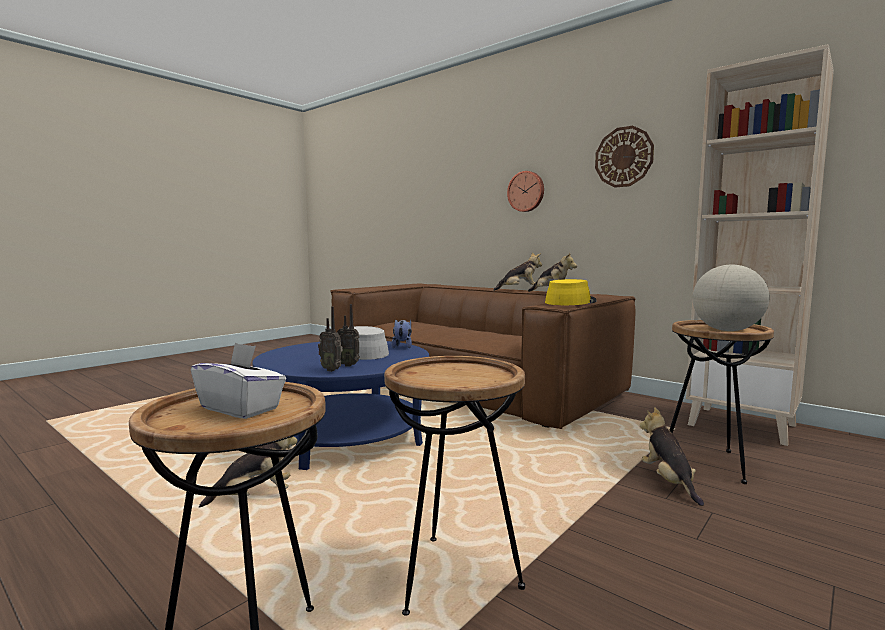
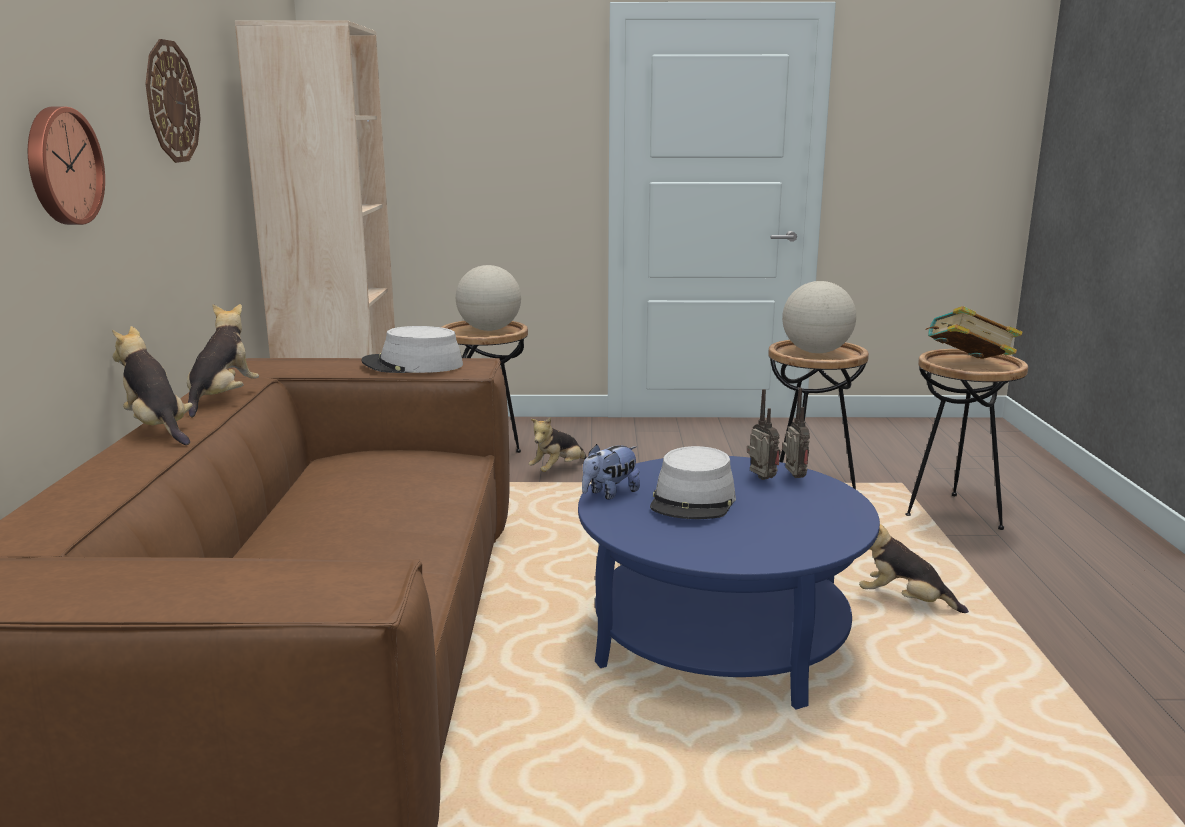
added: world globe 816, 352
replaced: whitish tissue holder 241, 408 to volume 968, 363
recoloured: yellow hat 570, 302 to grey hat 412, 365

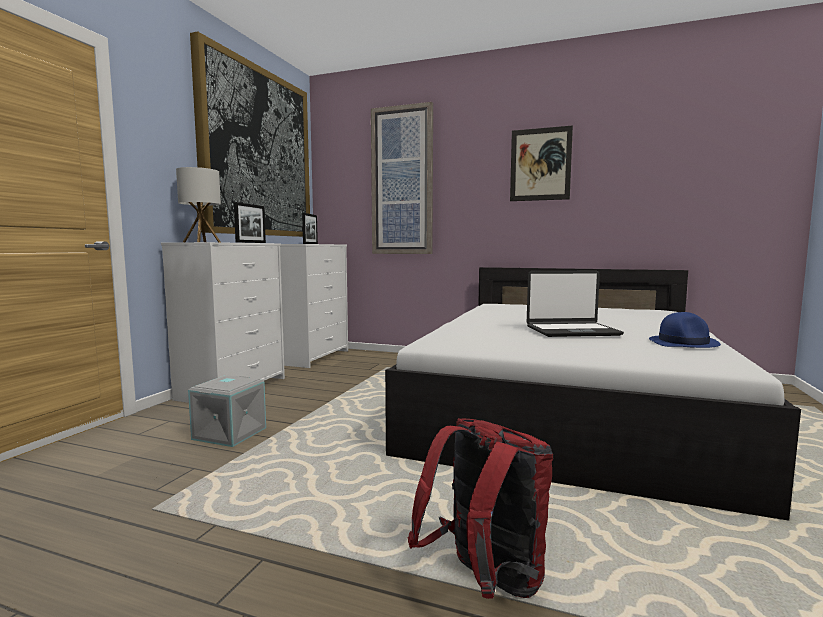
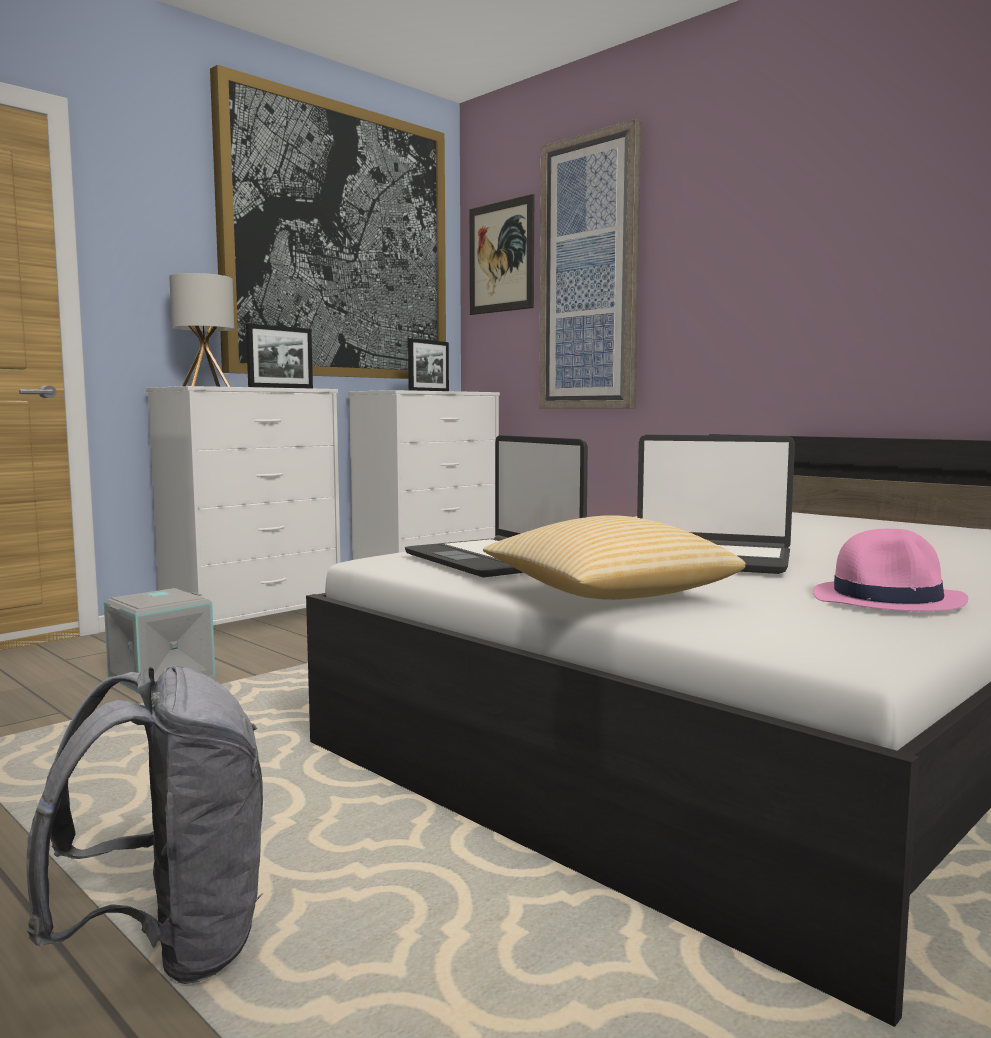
added: portable computer 494, 560; throw pillow 607, 596
moved: wall picture 540, 164 to 501, 257
recoloured: reddish rucksack 485, 582 to grey rucksack 170, 946; blue hat 683, 343 to pinkish hat 888, 599

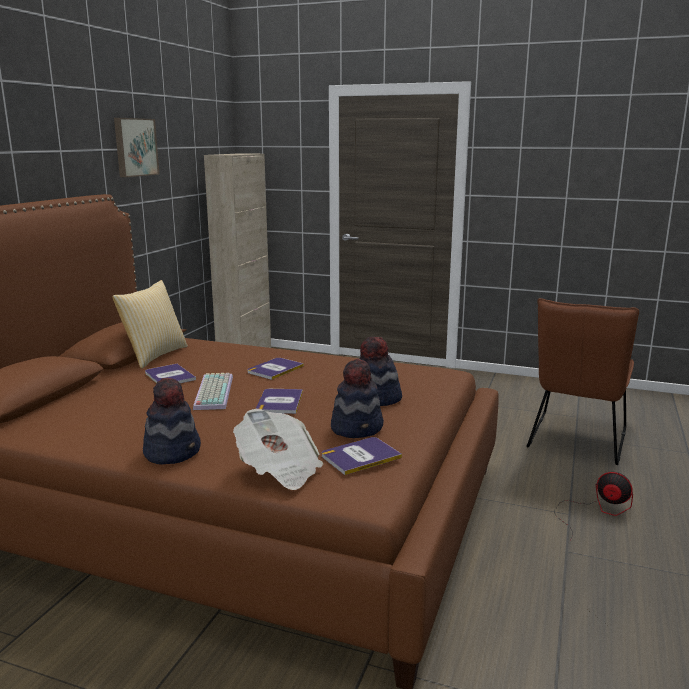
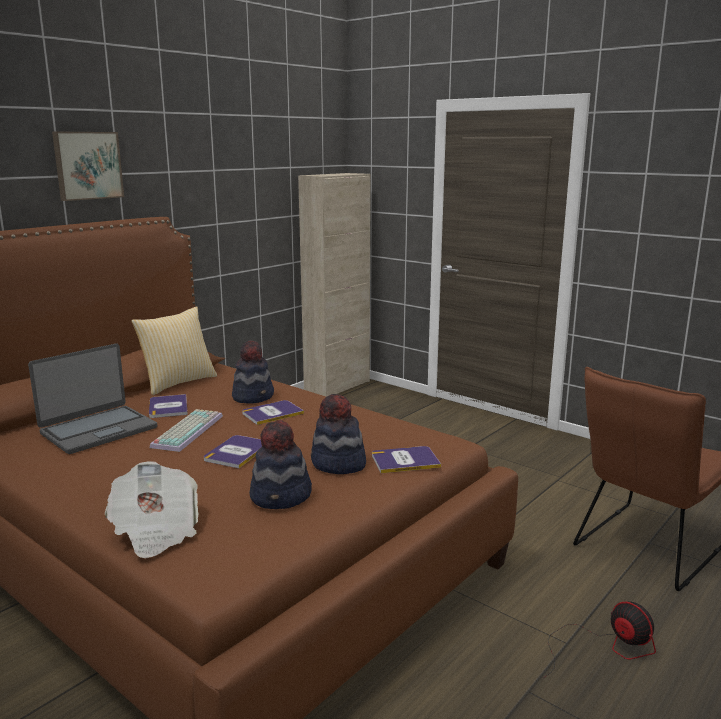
added: portable computer 98, 430
moved: wall picture 134, 147 to 87, 165; hat 173, 451 to 253, 396; volume 360, 456 to 405, 460

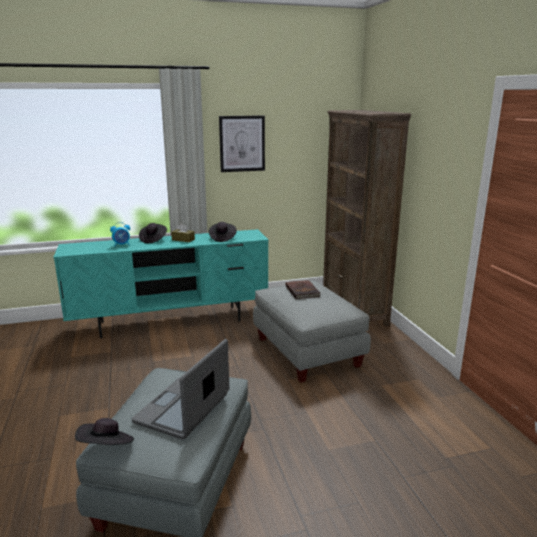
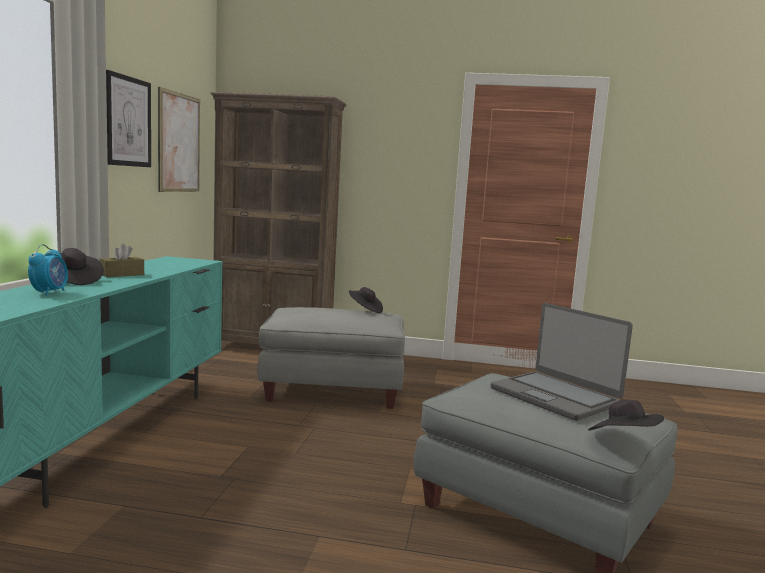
removed: brown-coloured volume 302, 291
added: wall picture 179, 143
moved: blackish hat 222, 238 to 365, 310

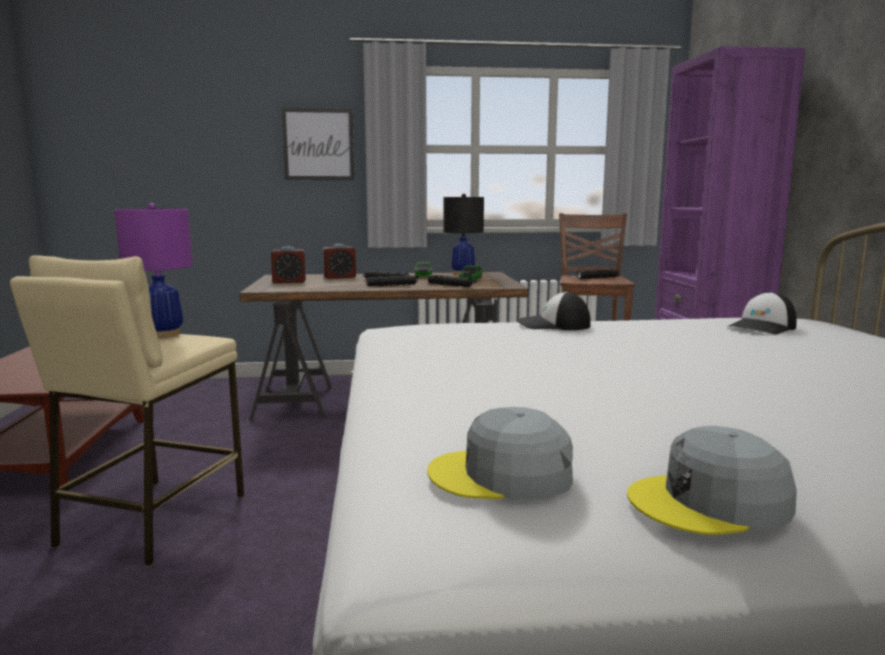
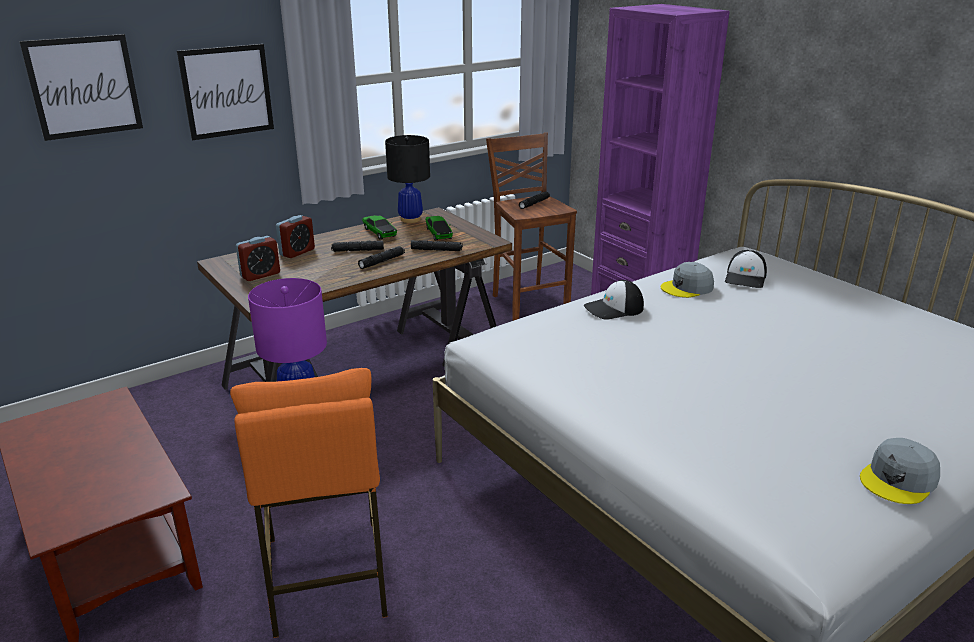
added: wall picture 84, 86
moved: grey cap 502, 475 to 687, 288
recoloured: beige-coloured stool 152, 519 to orange-coloured stool 326, 576

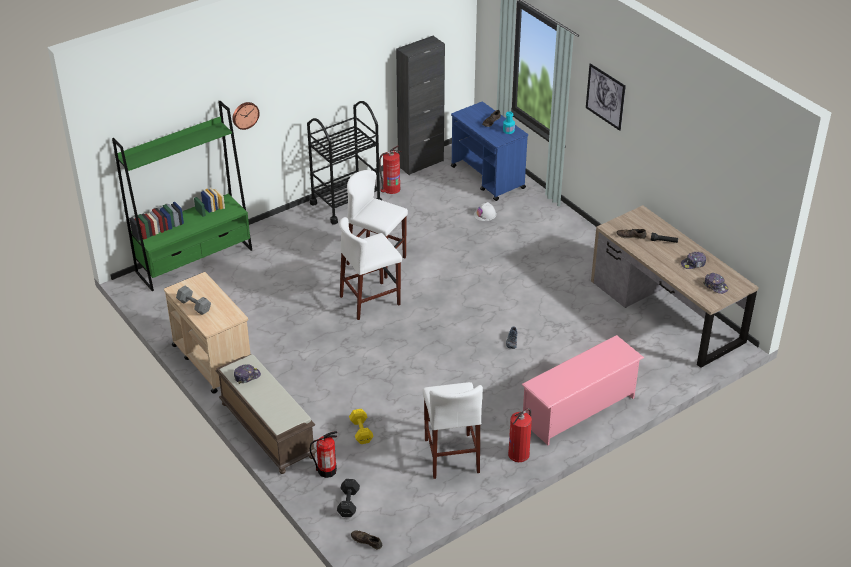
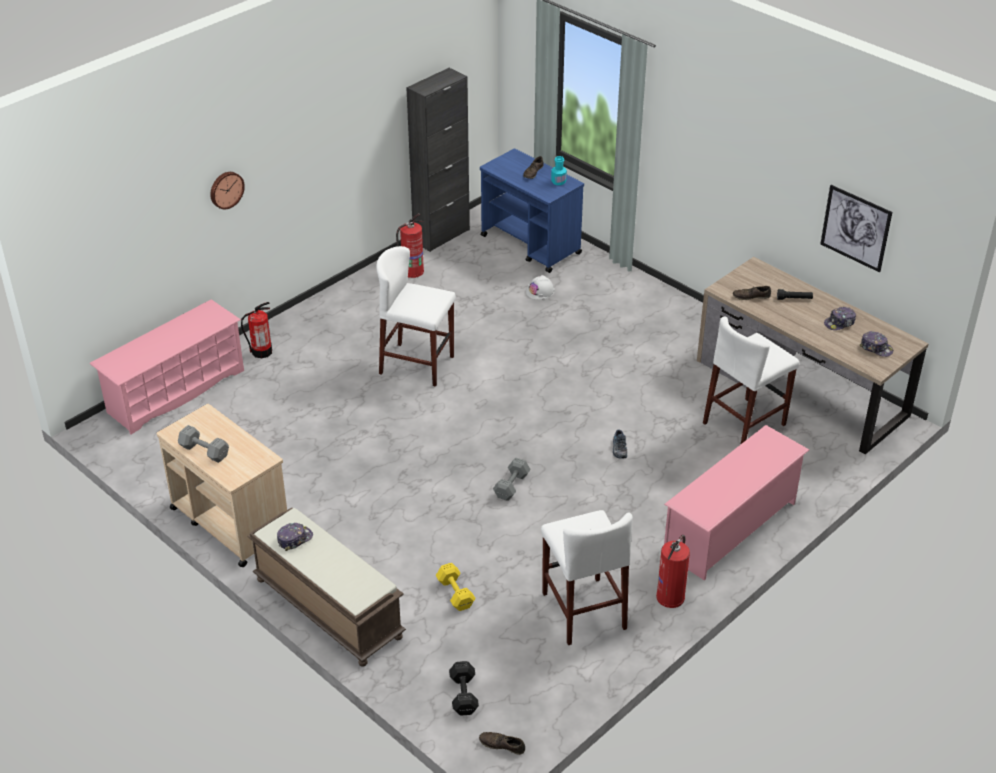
removed: blackish cart 346, 203
added: grey dumbbell 511, 486
moved: extinguisher 327, 470 to 261, 352; whitish stool 370, 300 to 744, 424; wall picture 605, 96 to 855, 228
replaced: green bookshelf 195, 261 to pinkish shoe rack 175, 391

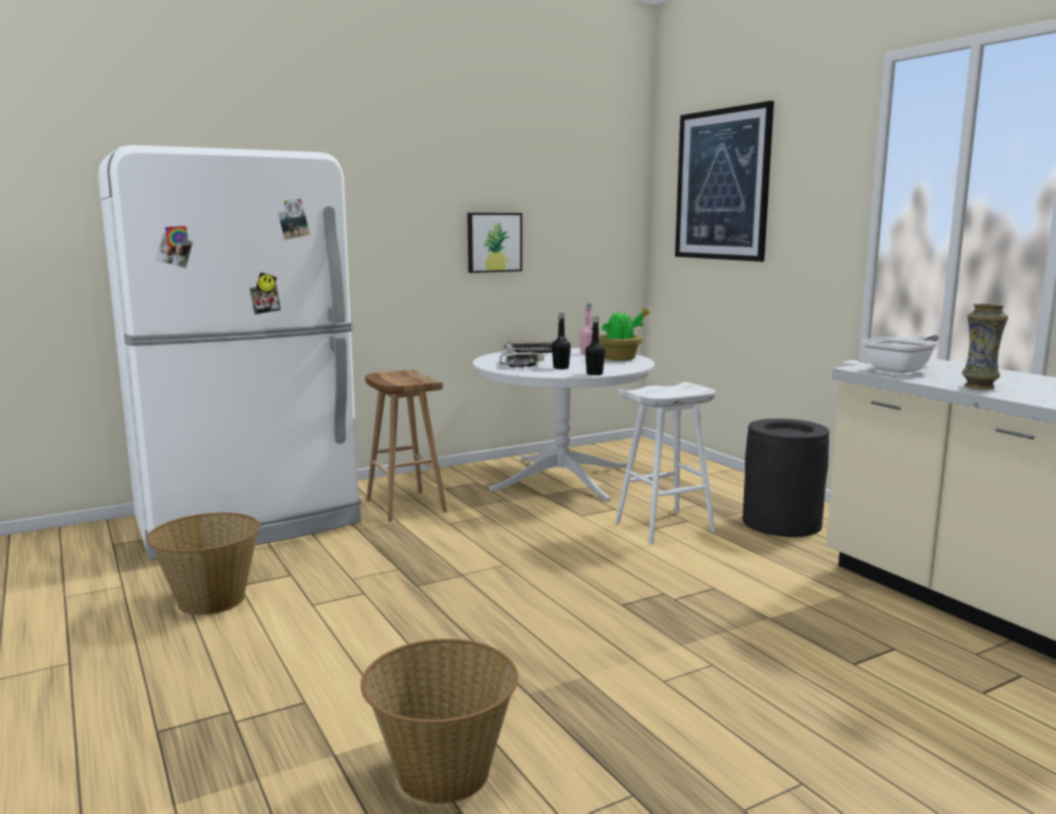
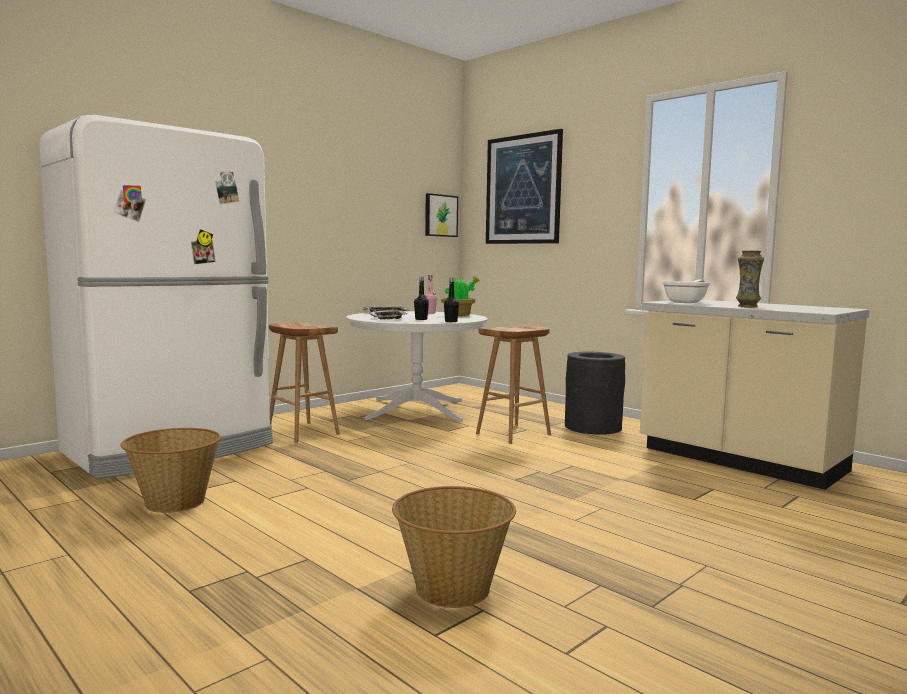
moved: wall picture 494, 242 to 440, 215
recoloured: whitish stool 664, 527 to brown-coloured stool 513, 434

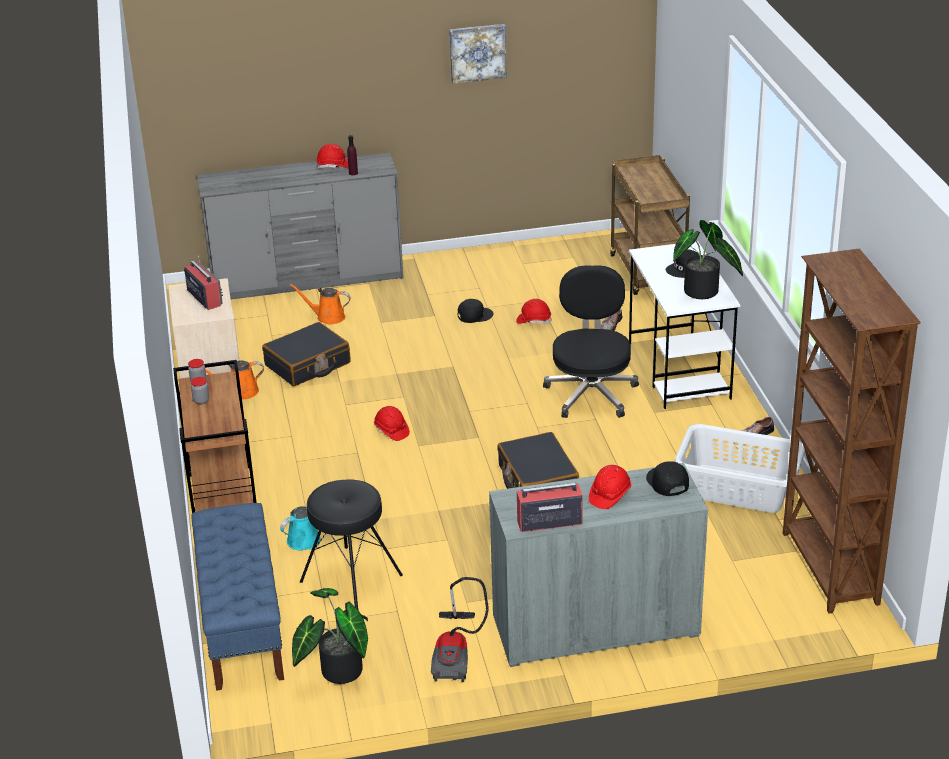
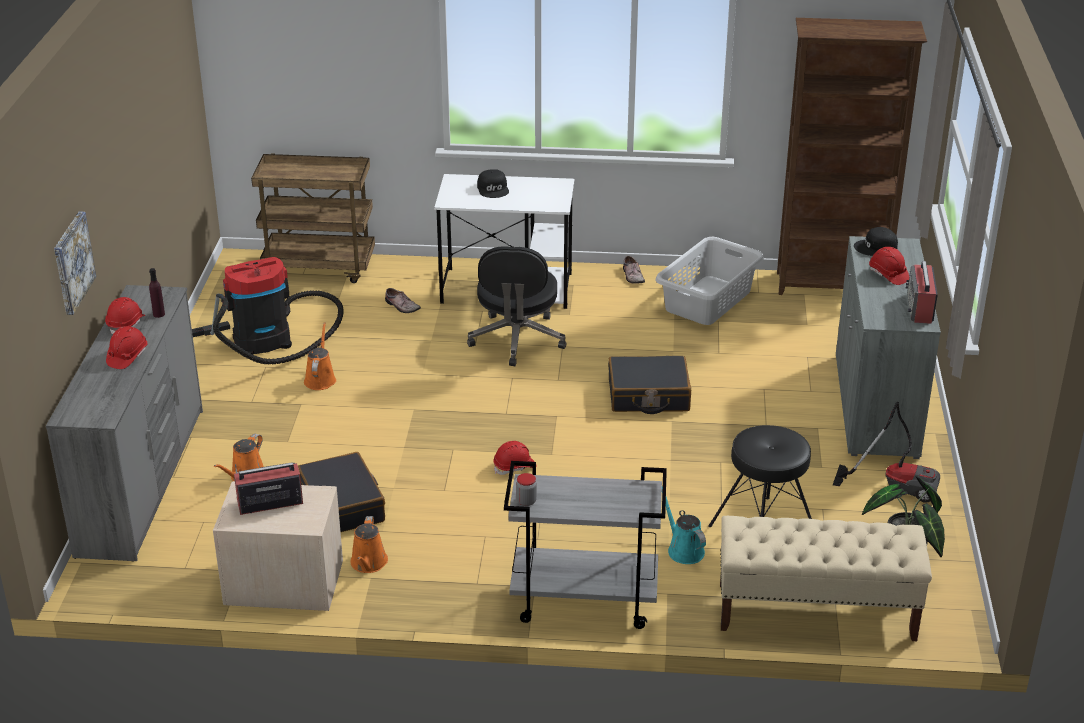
removed: preserve jar 201, 400; potted plant 703, 293
added: vacuum 268, 340
moved: wall picture 477, 52 to 72, 262; reddish work helmet 533, 320 to 127, 356
replaced: blackish cap 474, 315 to orange-coloured watering can 320, 379
recoloured: brown-coloured cart 222, 498 to grey cart 582, 601; blue bench 242, 624 to beige-coloured bench 815, 612
turned: blackish office chair 591, 393 = 517, 340 105 degrees counterclockwise

